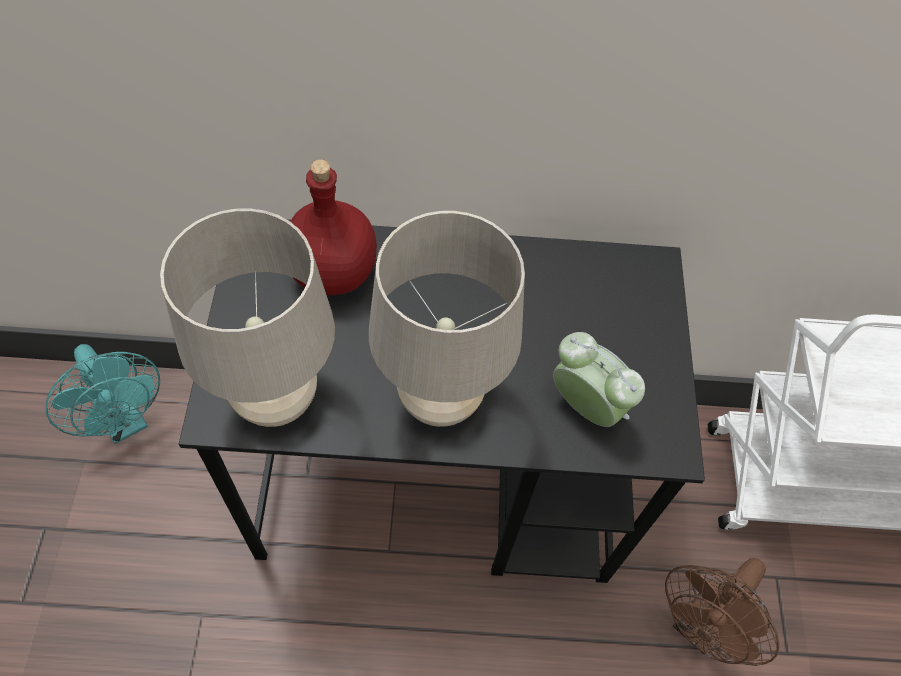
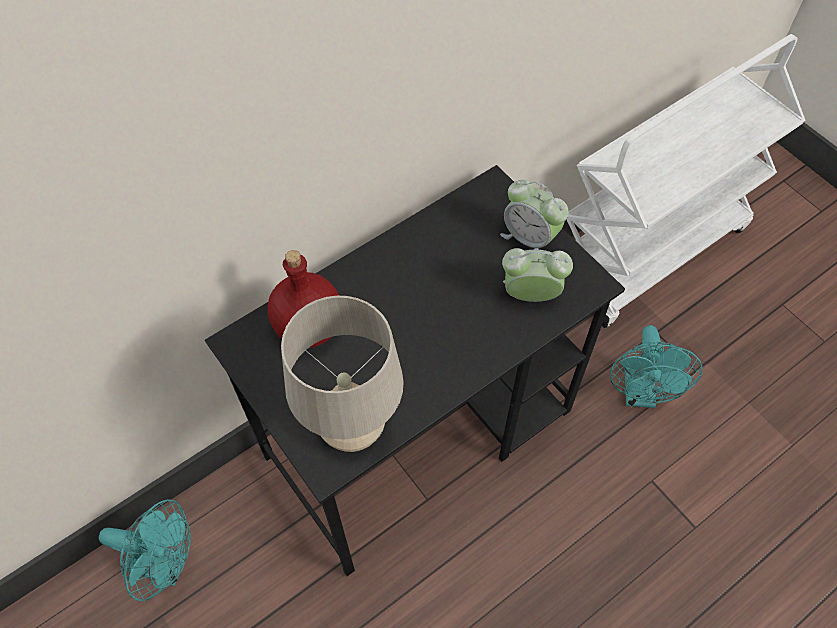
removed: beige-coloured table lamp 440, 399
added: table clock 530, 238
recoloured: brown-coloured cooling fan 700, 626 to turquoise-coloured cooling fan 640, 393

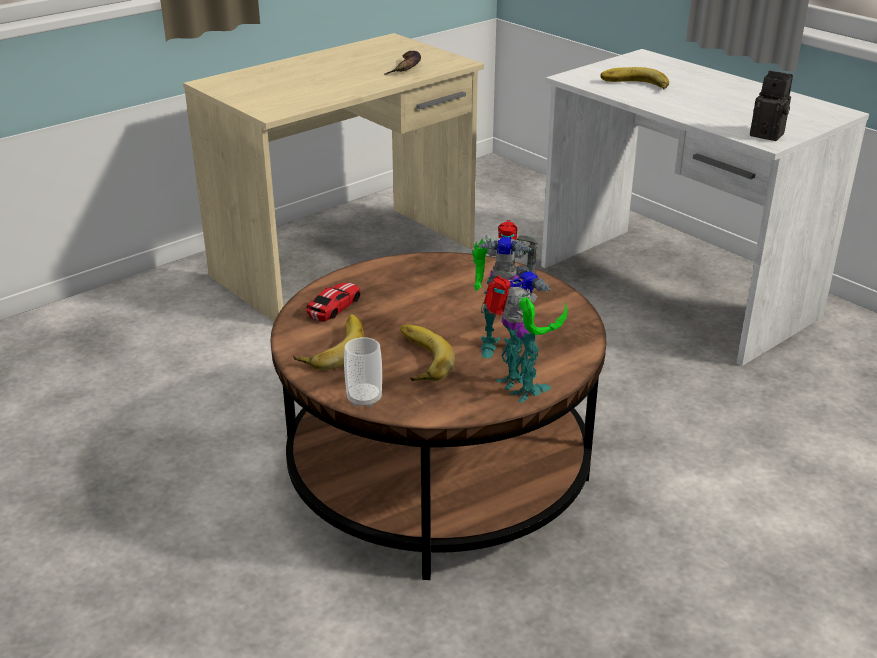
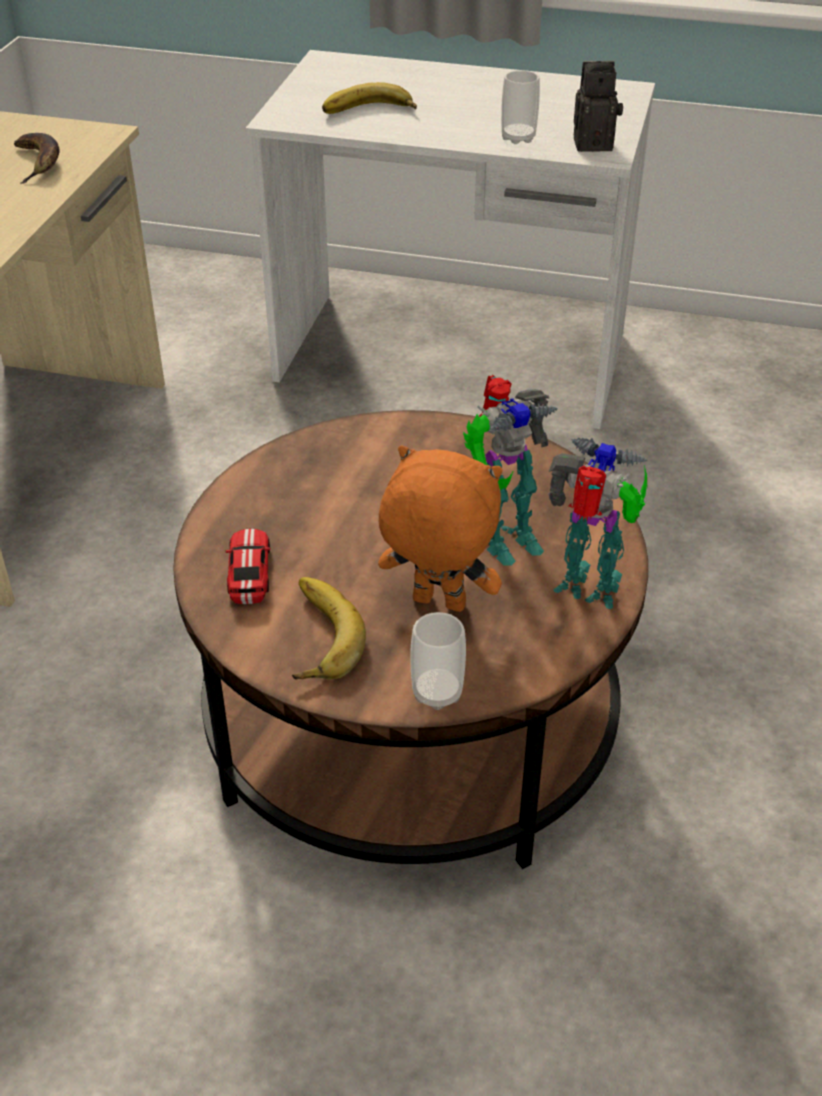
added: cup 518, 138
replaced: whole banana 417, 359 to orange-coloured plush toy 437, 604

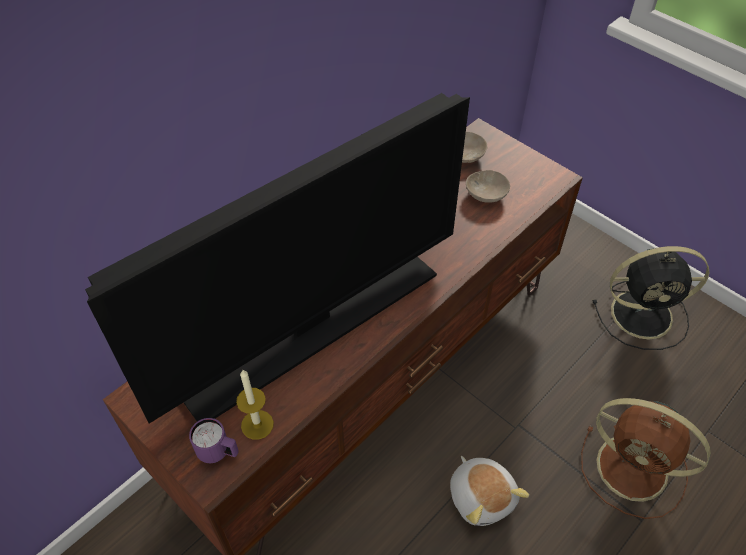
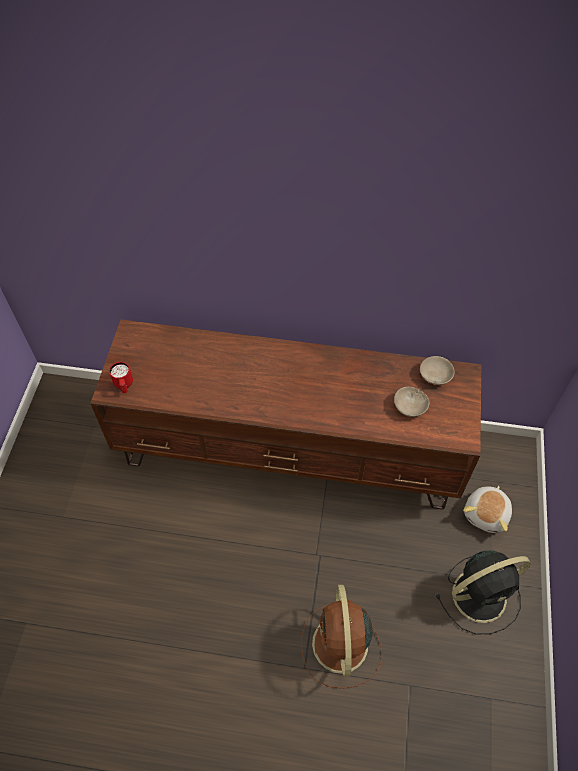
removed: TV 312, 329; candle 257, 424
moved: plush toy 482, 496 to 487, 514
recoloured: purple-coloured tea mug 218, 452 to reddish tea mug 124, 386
turned: blackish cooling fan 644, 314 = 481, 594 75 degrees counterclockwise

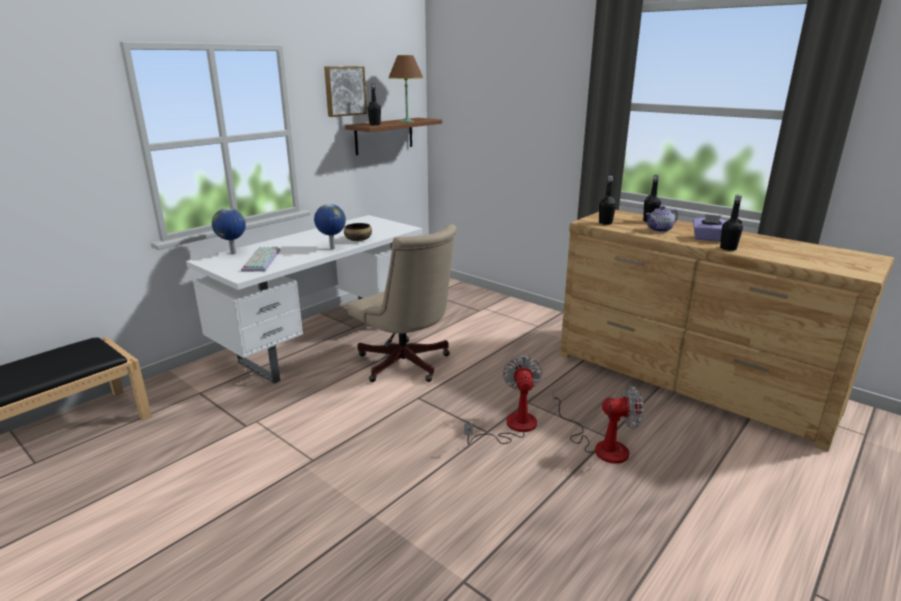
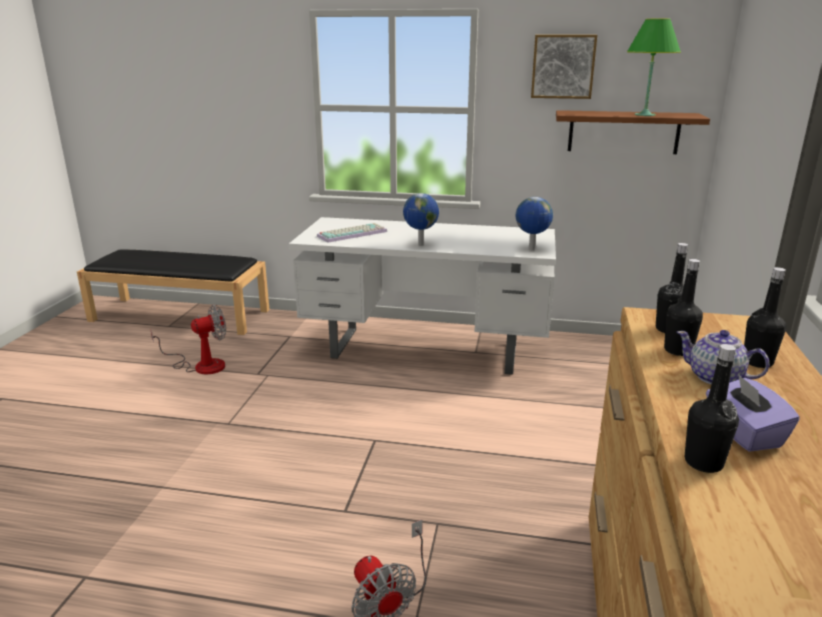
removed: serving bowl 358, 239; beige-coloured office chair 406, 365
moved: cooling fan 512, 427 to 201, 365; world globe 233, 253 to 531, 249; blackish beverage bottle 375, 124 to 678, 350
recoloured: brown-coloured table lamp 406, 121 to green table lamp 644, 115

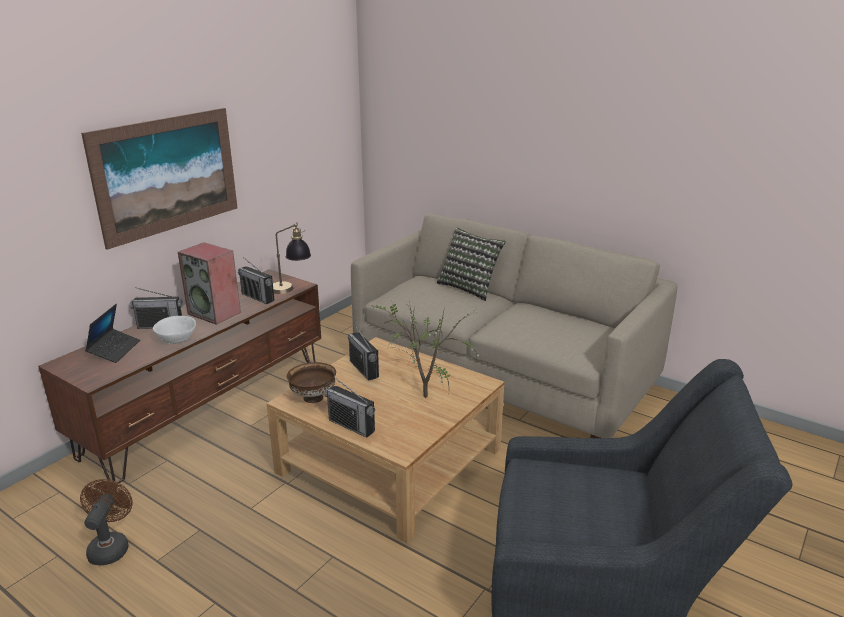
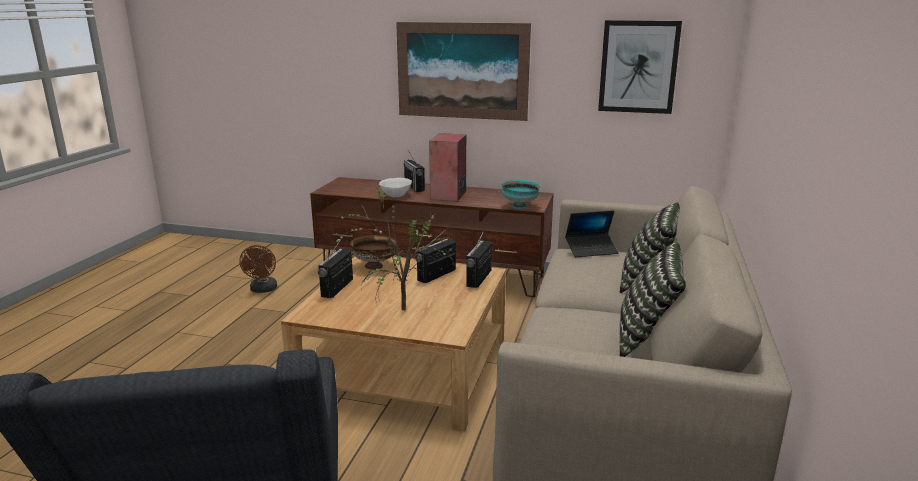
added: wall picture 638, 67; throw pillow 647, 337
moved: radio 258, 297 to 479, 278; portable computer 114, 350 to 591, 250
replaced: table lamp 291, 289 to turquoise-coloured serving bowl 520, 206
turned: brown-coloured cooling fan 110, 546 = 263, 290 105 degrees clockwise

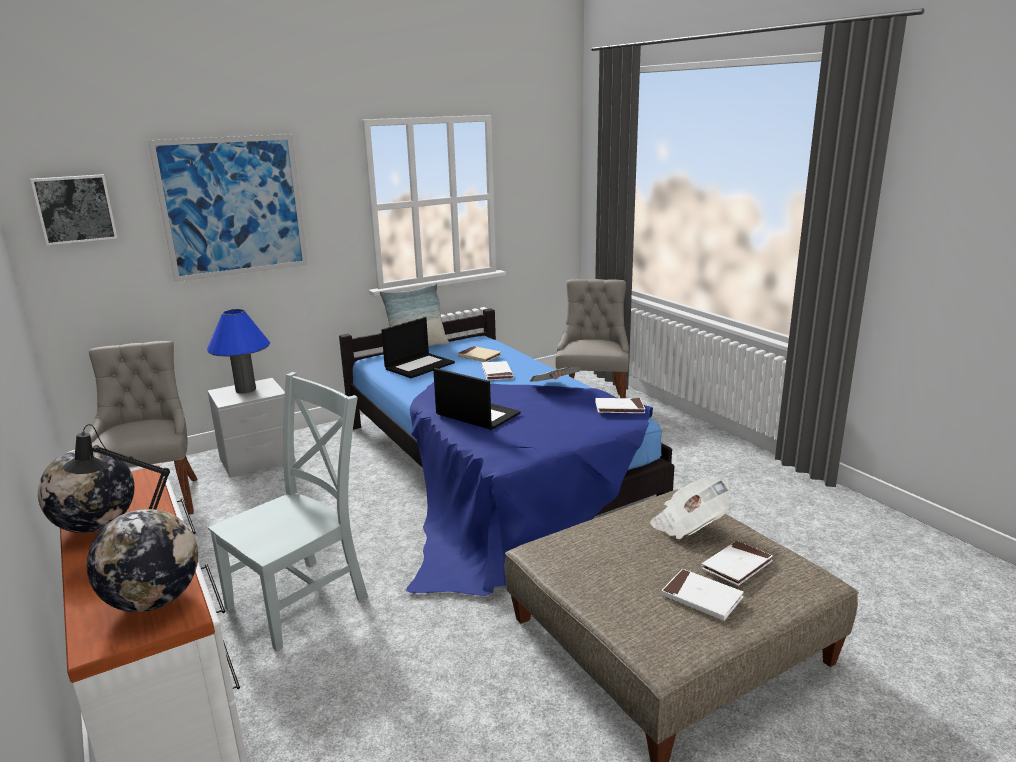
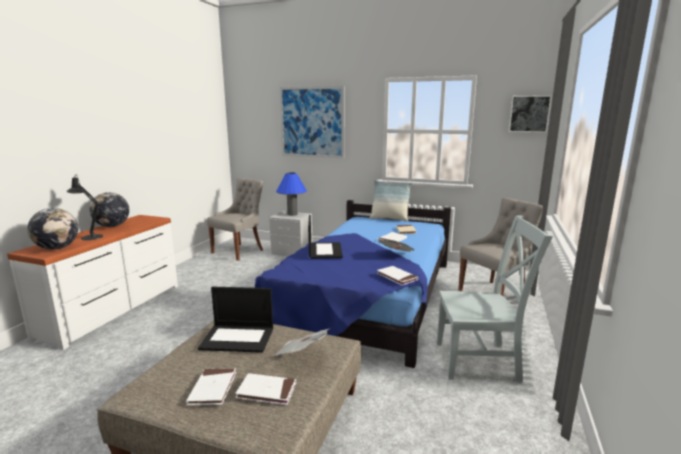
moved: portable computer 419, 365 to 238, 338; grey upright chair 302, 600 to 480, 361; wall picture 75, 209 to 529, 114

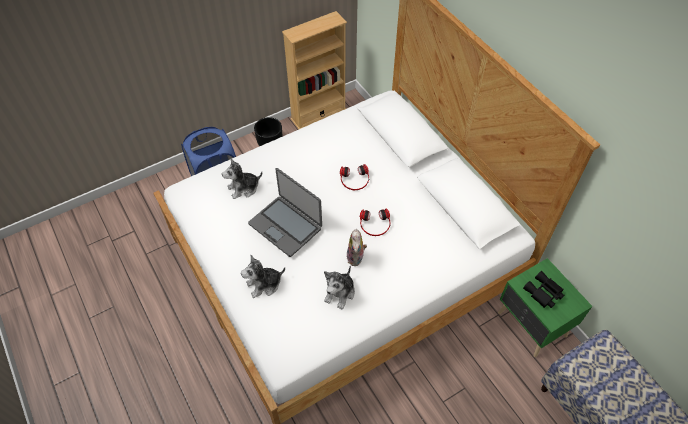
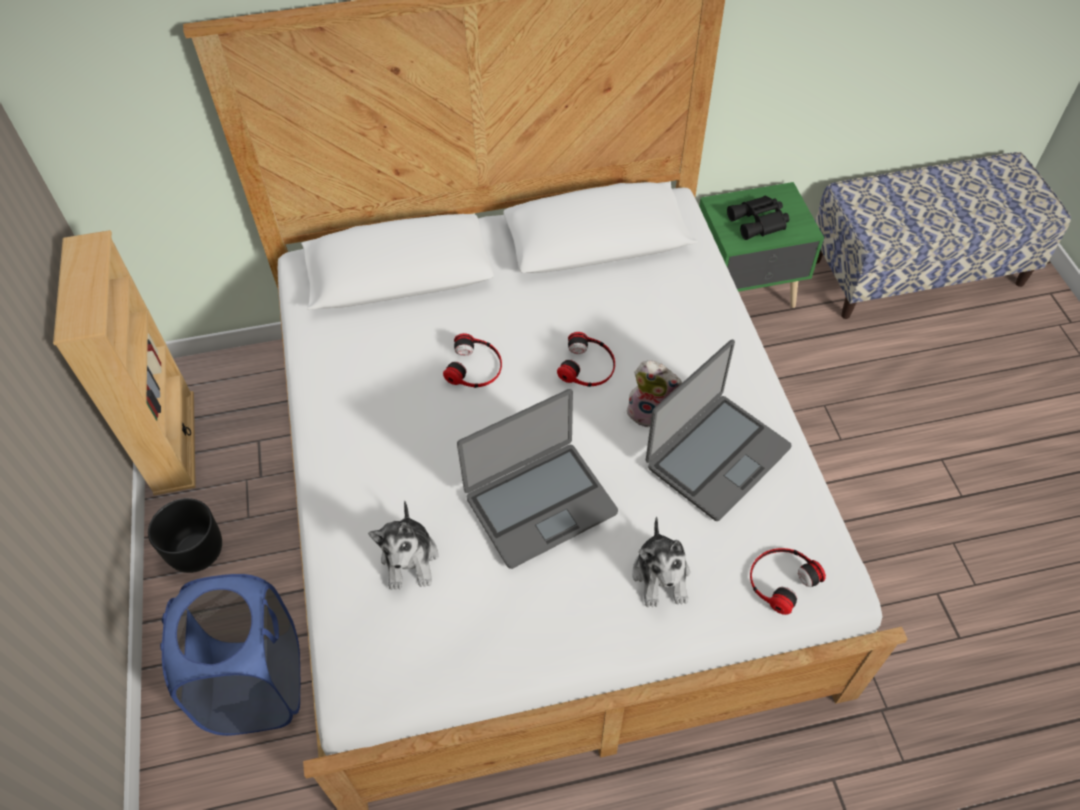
added: headset 781, 579
replaced: plush toy 340, 293 to portable computer 716, 456

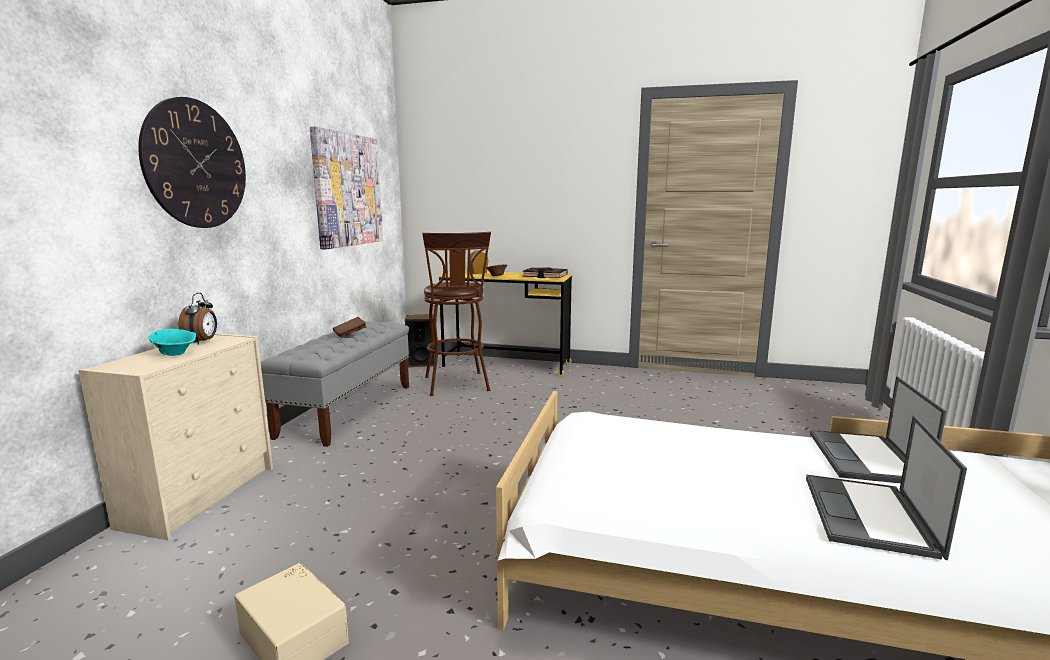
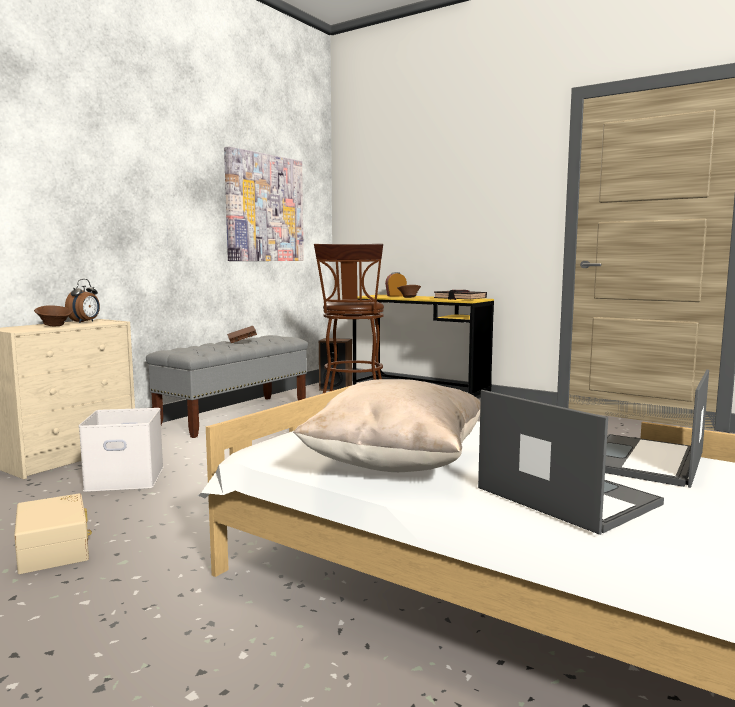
removed: wall clock 196, 164
added: whitish storage container 127, 478; beige-coloured throw pillow 396, 464
recoloured: turquoise-coloured serving bowl 175, 354 to brown-coloured serving bowl 55, 326
turned: portable computer 869, 516 = 564, 496 105 degrees clockwise

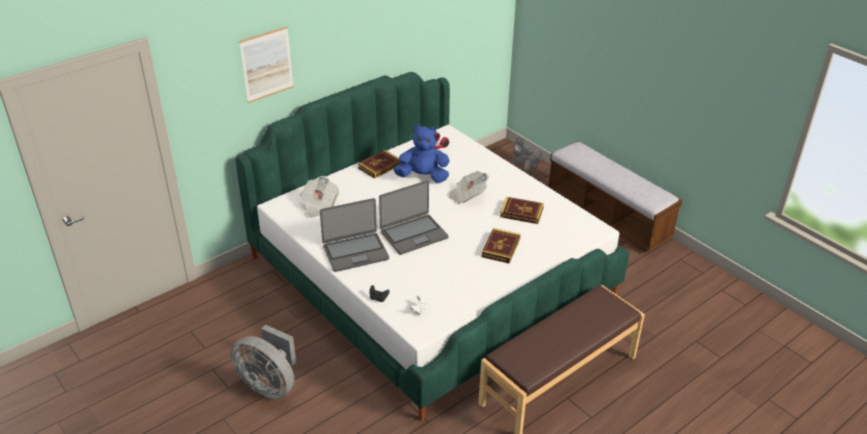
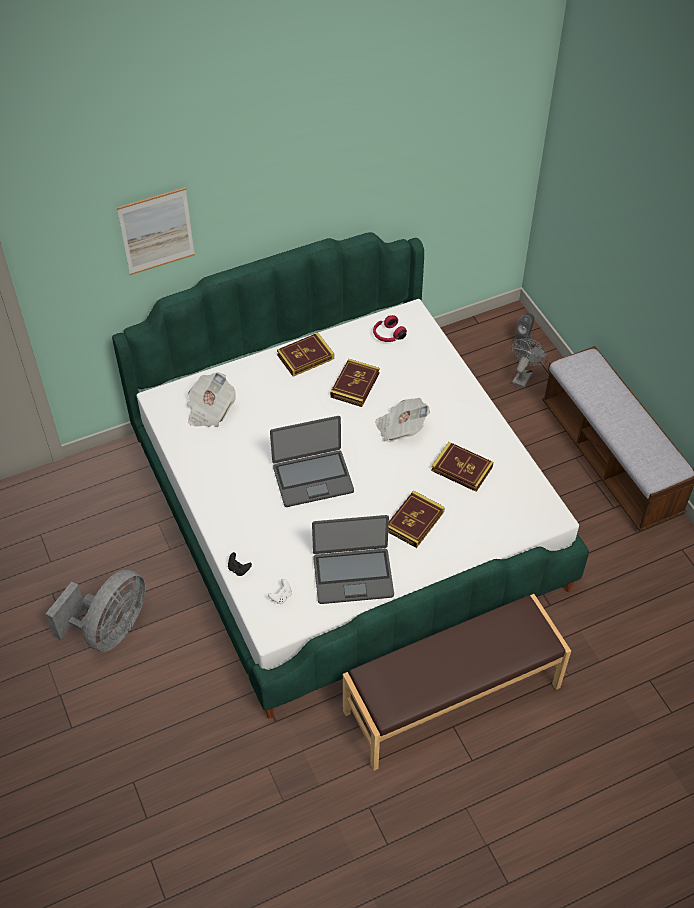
moved: portable computer 355, 252 to 353, 575
replaced: blue plush toy 423, 177 to volume 355, 385
turned: grey cooling fan 269, 385 = 110, 629 105 degrees counterclockwise

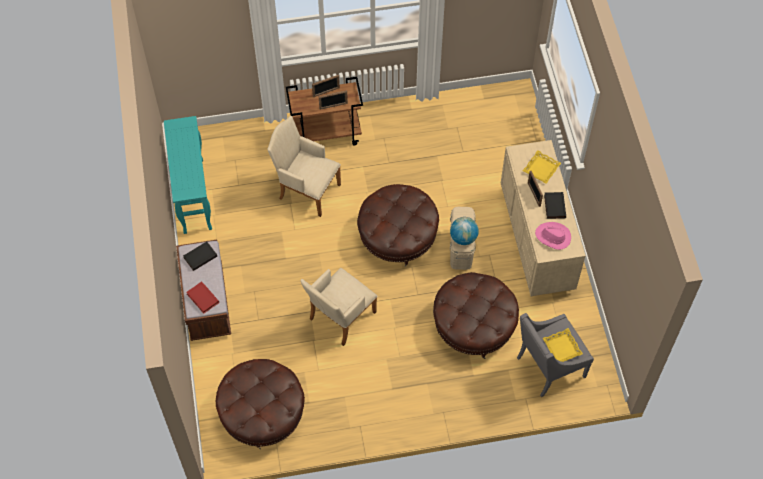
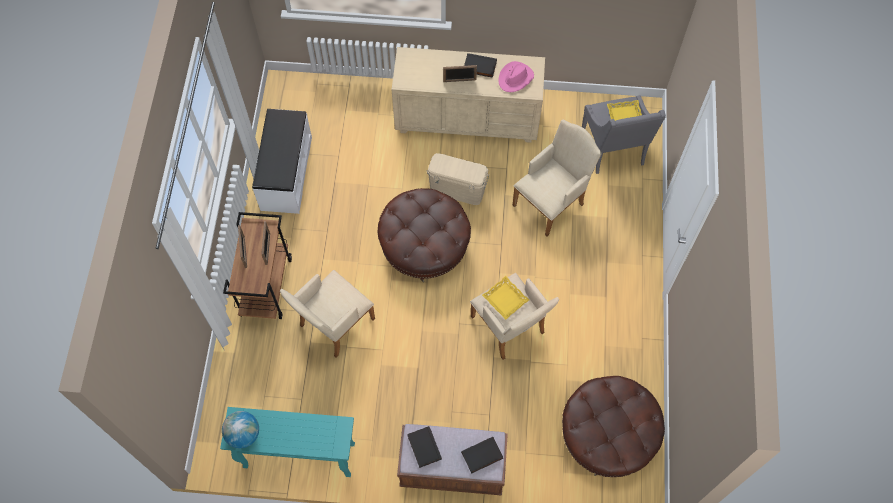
added: whitish bench 285, 173
moved: world globe 463, 238 to 243, 434; yellow tray 541, 168 to 505, 299
replaced: brown-coloured footrest 474, 325 to beige-coloured easy chair 551, 202
recoloured: reddish volume 202, 298 to blackish volume 482, 456

